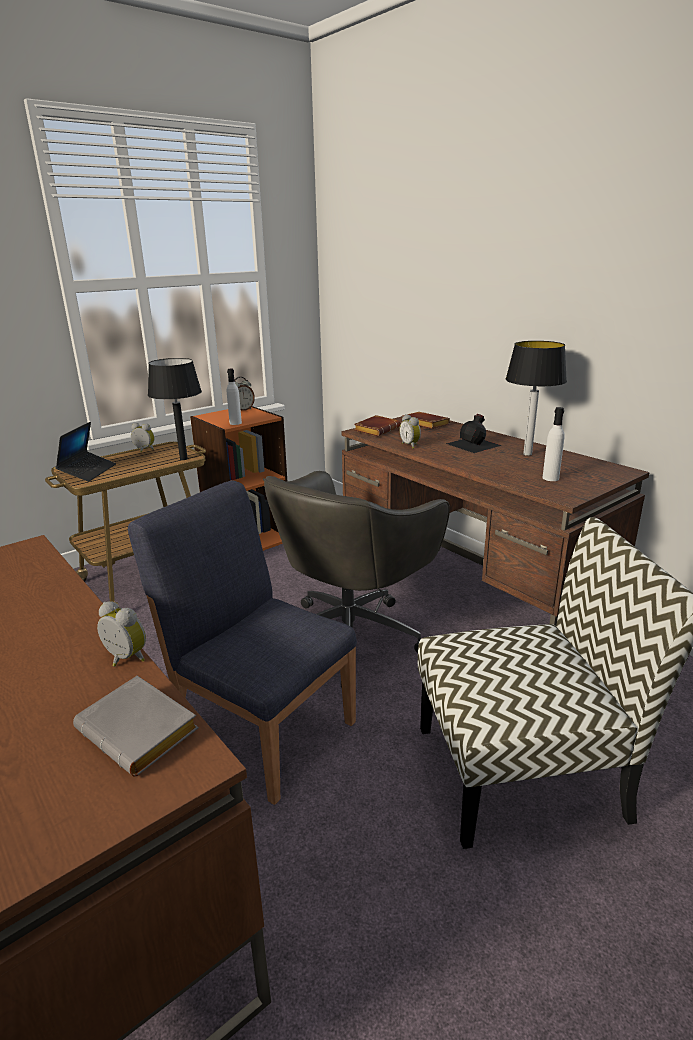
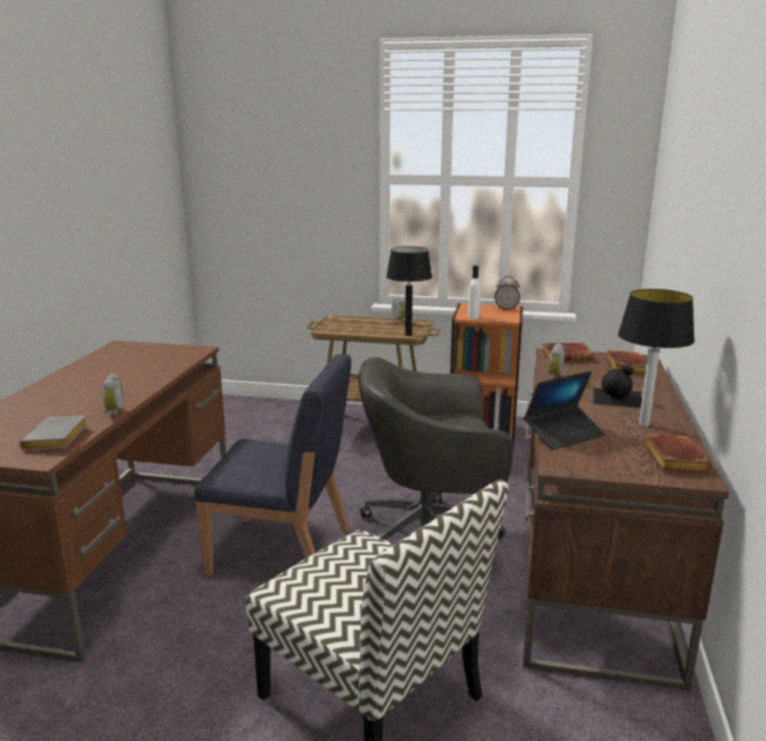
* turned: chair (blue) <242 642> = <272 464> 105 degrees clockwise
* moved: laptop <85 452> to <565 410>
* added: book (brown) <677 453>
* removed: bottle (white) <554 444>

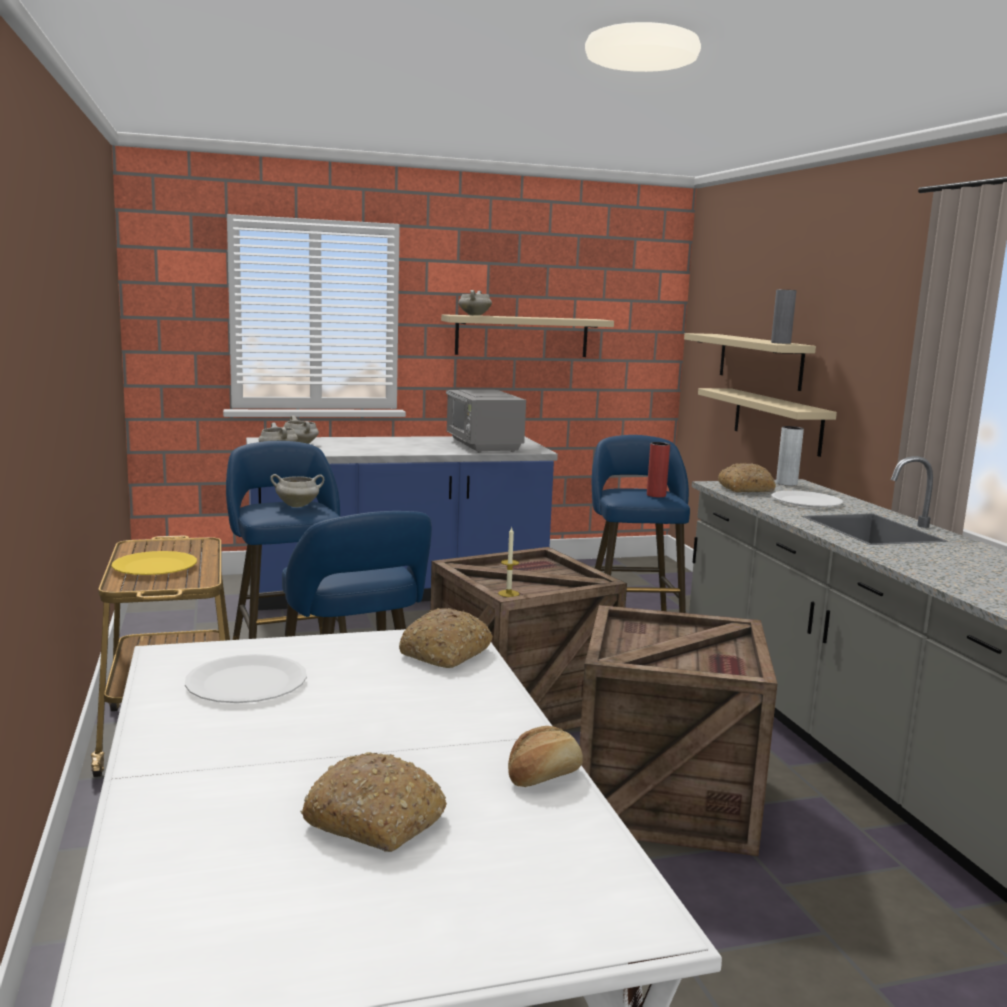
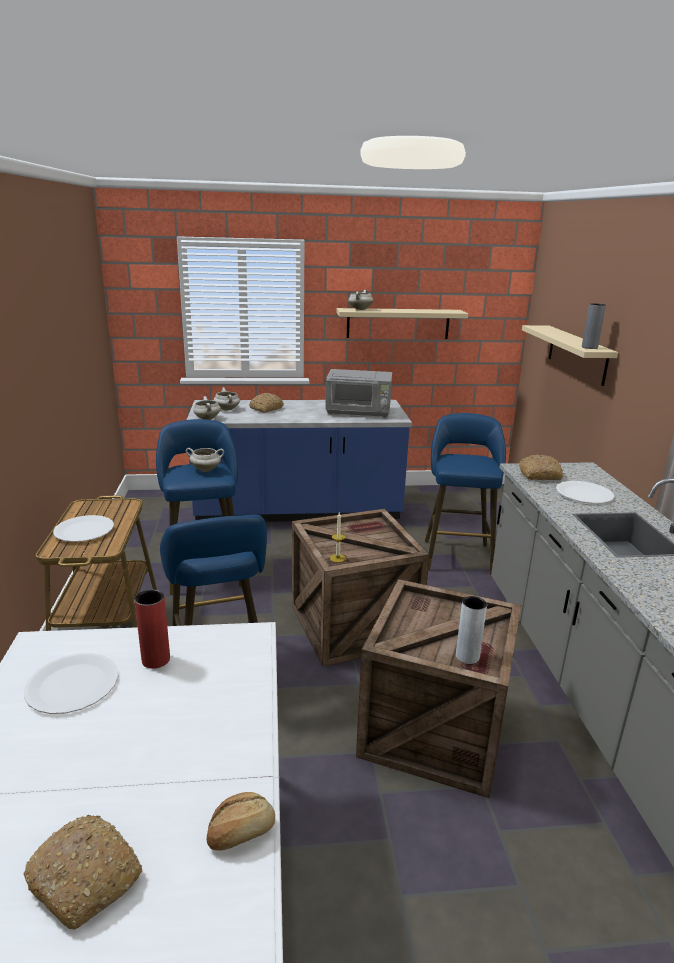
* recoloured: plate (yellow) <154 563> to plate (white) <83 528>
* moved: vase (red) <658 469> to <152 629>
* moved: bread <446 638> to <266 403>
* turned: microwave (grey) <486 421> = <358 393> 75 degrees counterclockwise
* moved: vase (grey) <790 456> to <471 630>
* removed: shelf (beige) <767 422>

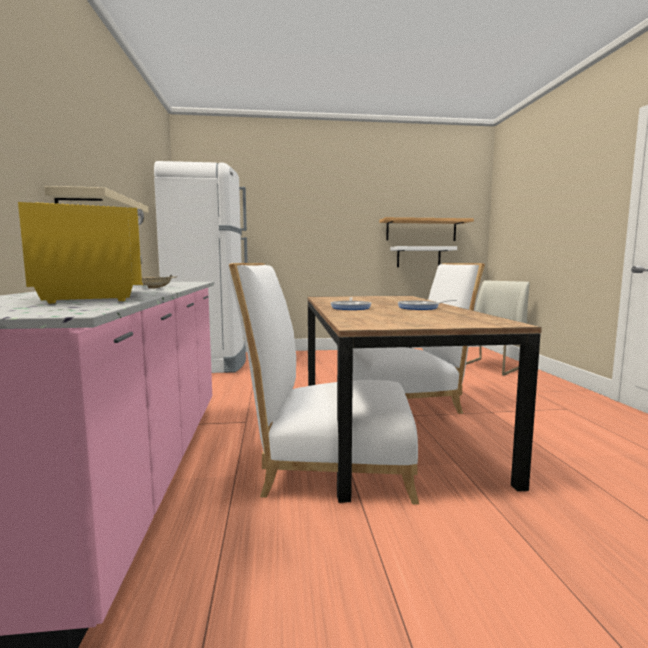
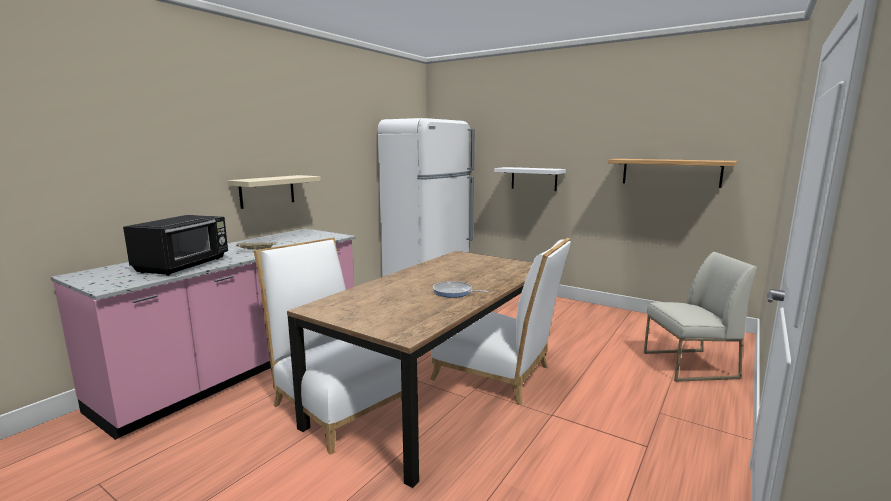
* recoloured: microwave (yellow) <81 253> to microwave (black) <175 245>
* moved: shelf (white) <423 256> to <530 179>
* removed: frying pan <351 304>

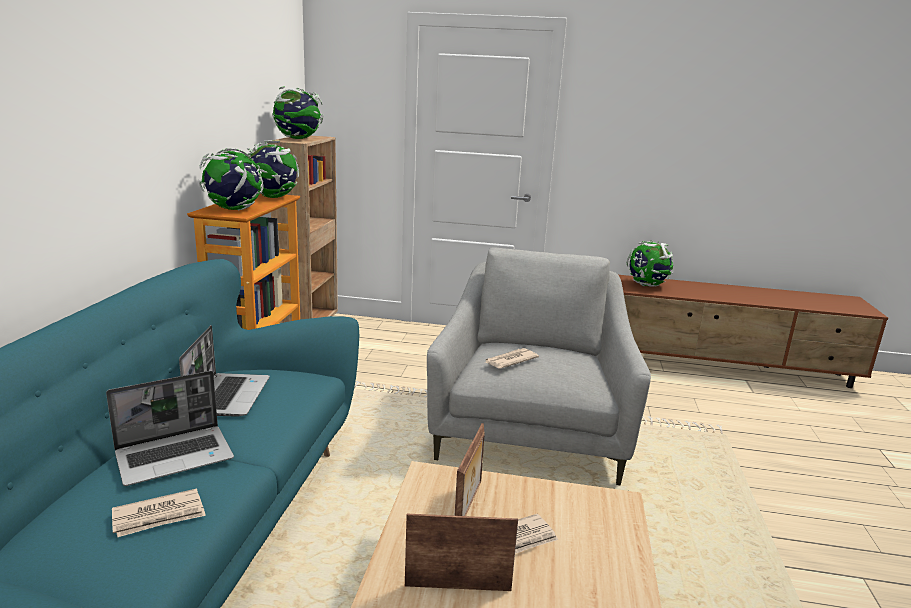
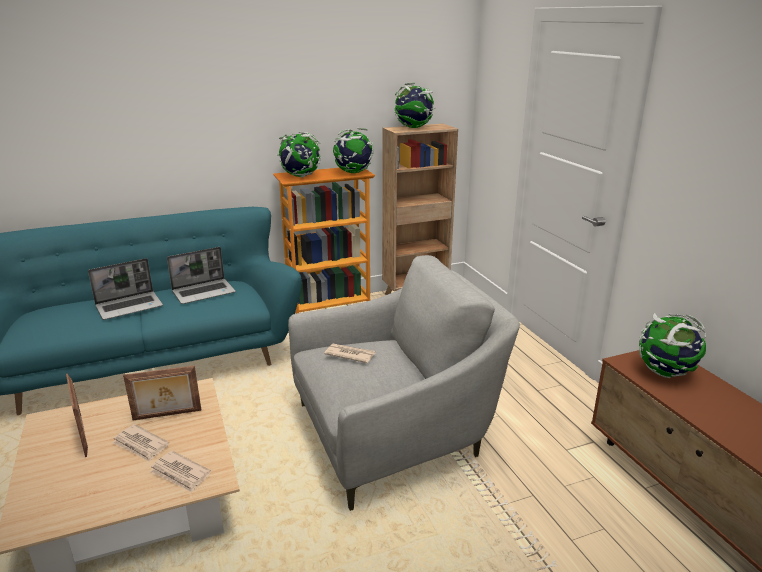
* turned: laptop <170 428> = <125 289> 60 degrees counterclockwise
* moved: newspaper <159 512> to <180 472>

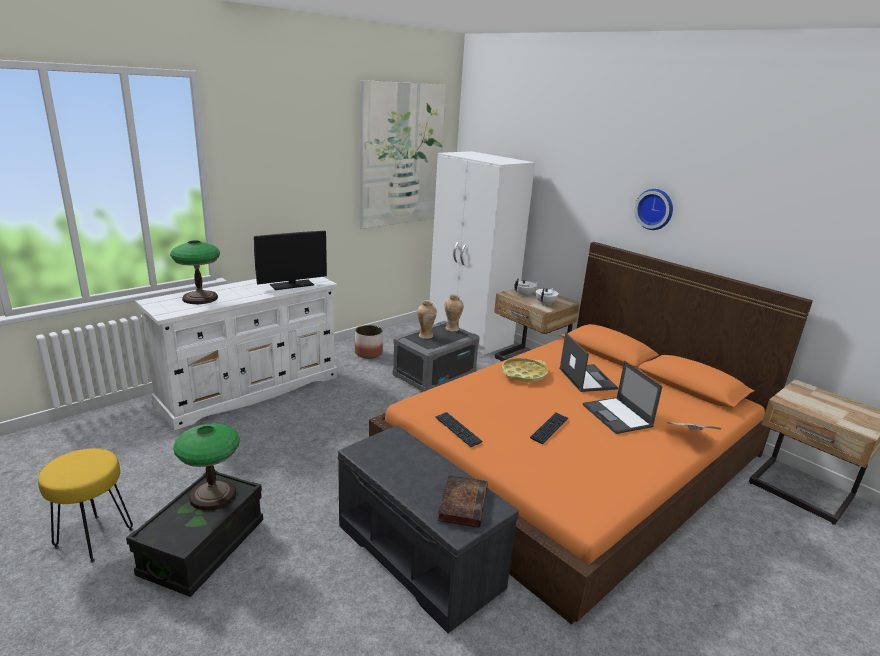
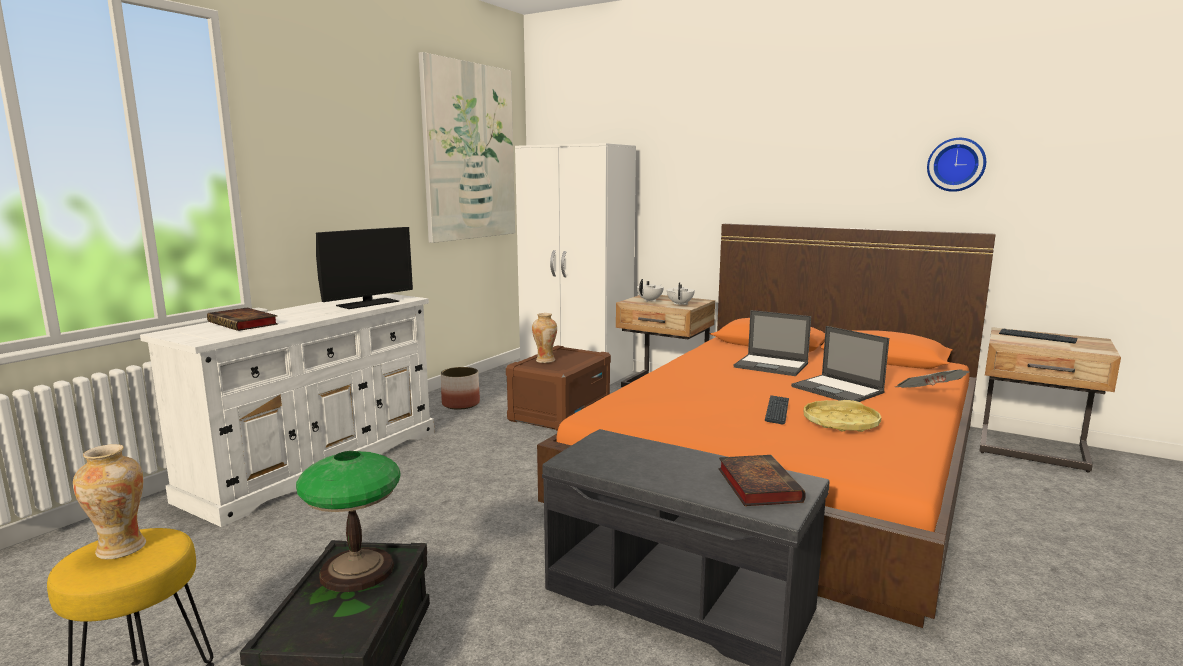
* moved: vase <454 313> to <109 501>
* replaced: table lamp <195 272> to book <242 319>
* recoloured: storage box (grey) <436 356> to storage box (brown) <558 388>
* turned: laptop <588 362> = <772 343> 150 degrees clockwise
* moved: tray (yellow) <525 370> to <843 416>
* moved: wall clock <654 209> to <956 165>
* moved: keyboard <458 429> to <1038 336>

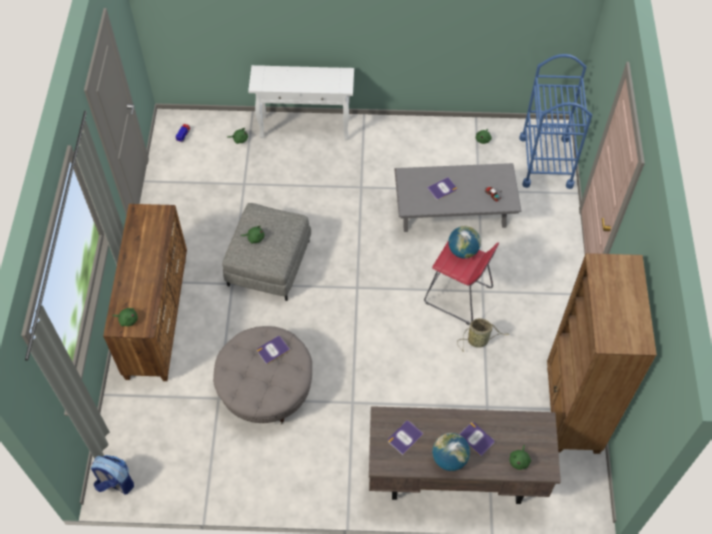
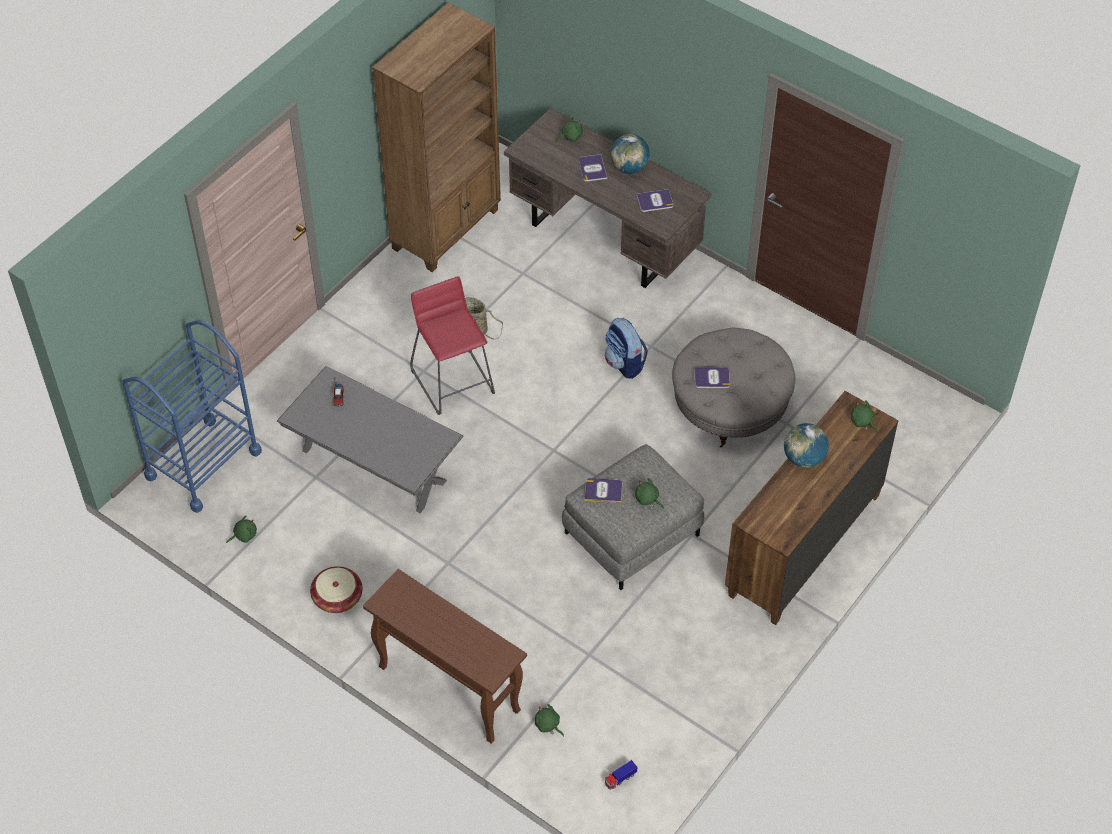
* added: basket <336 589>
* recoloured: console table (white) <301 102> to console table (brown) <445 656>
* moved: book <442 188> to <603 490>
* moved: backpack <112 475> to <626 348>
* moved: globe <464 242> to <806 445>

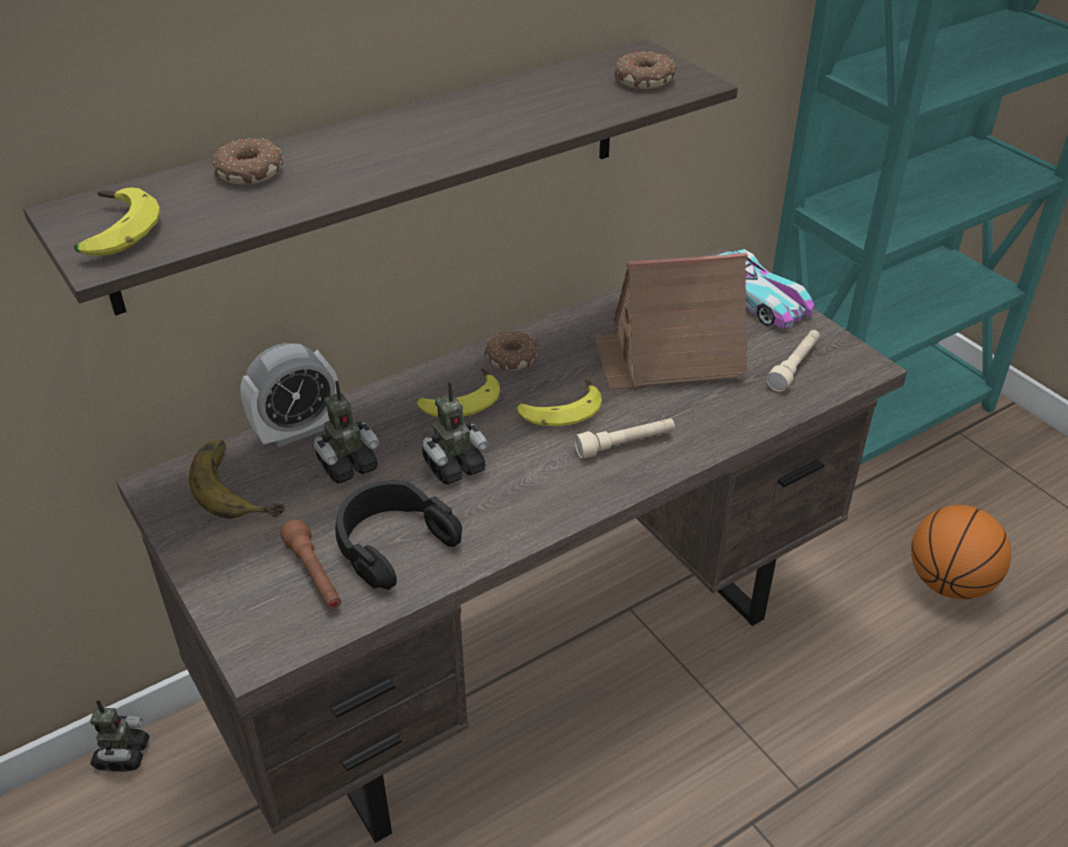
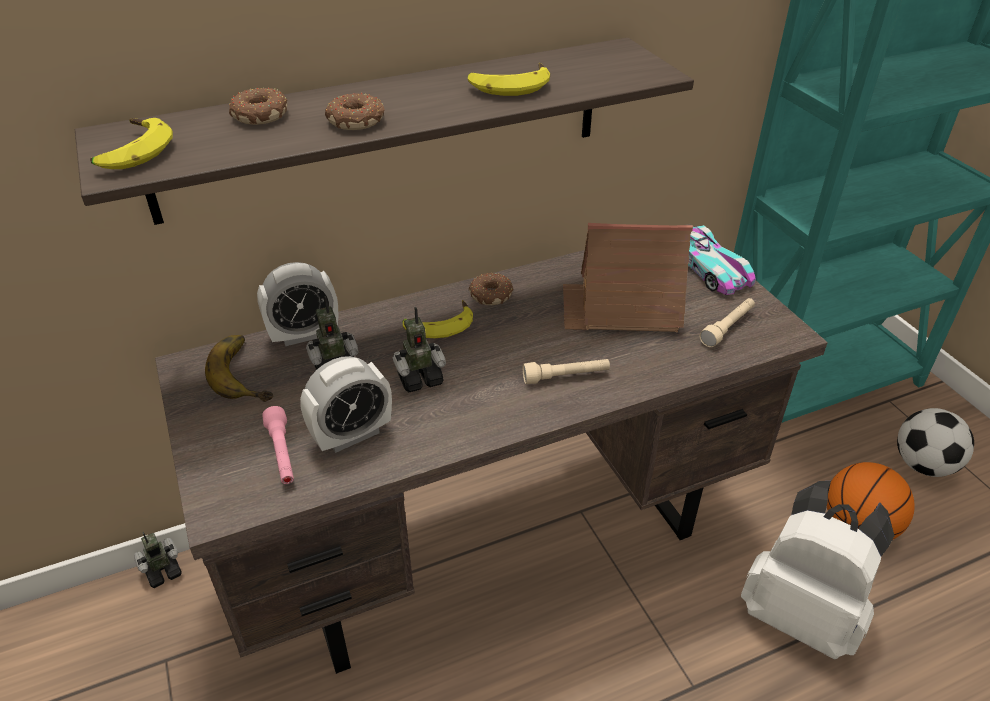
* turned: toy robot <120 736> = <158 560> 135 degrees counterclockwise
* recoloured: flashlight (brown) <310 564> to flashlight (pink) <278 445>
* replaced: headphones (black) <398 535> to alarm clock <346 404>
* moved: donut <646 70> to <355 111>
* moved: banana <559 401> to <509 79>
* added: backpack (white) <817 570>
* added: football <935 442>

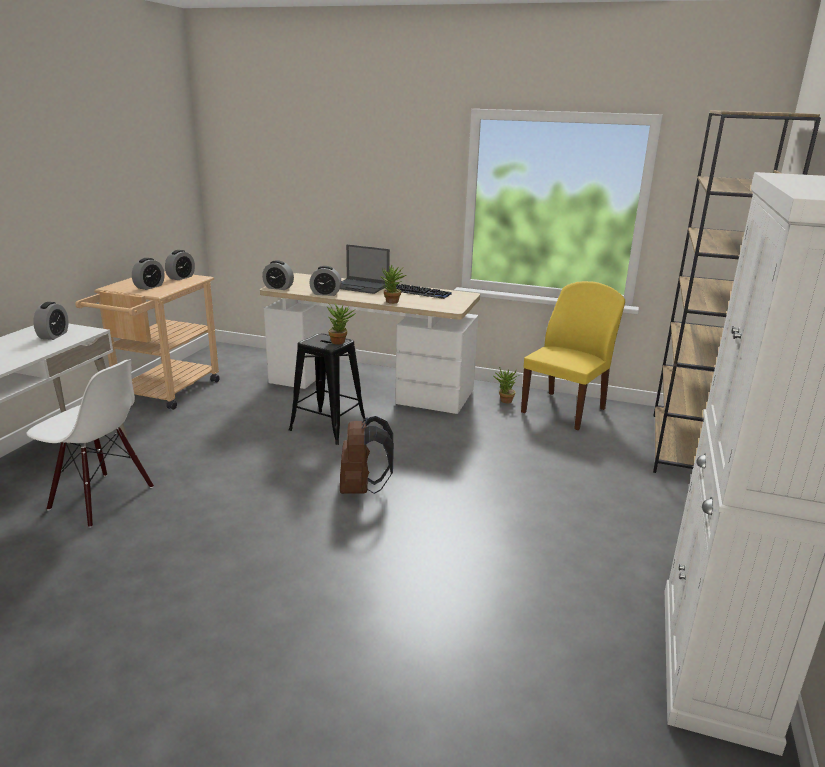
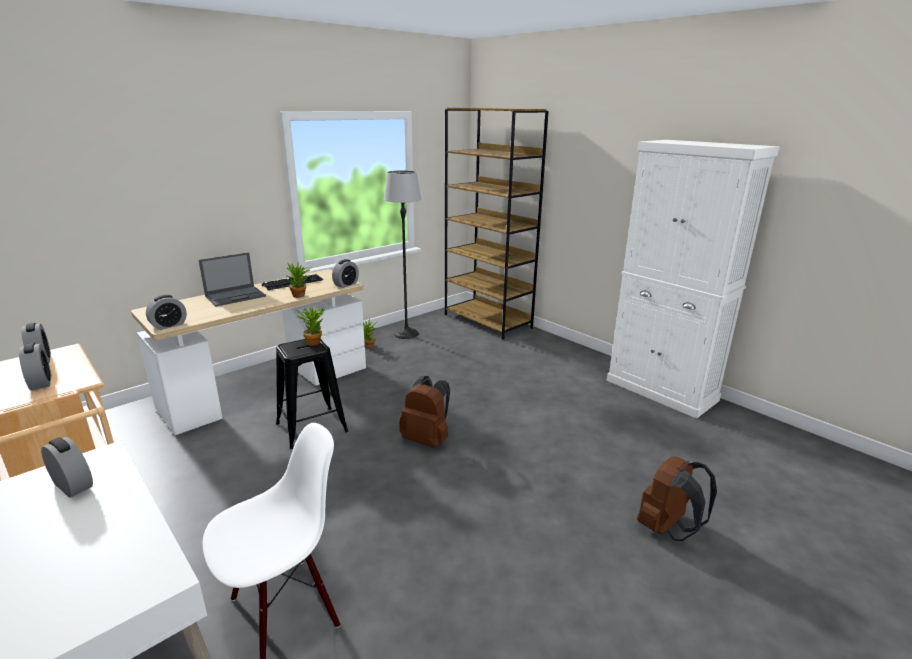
* moved: alarm clock <326 281> to <345 273>
* replaced: chair (yellow) <573 355> to floor lamp <403 254>
* added: backpack (brown) <677 499>

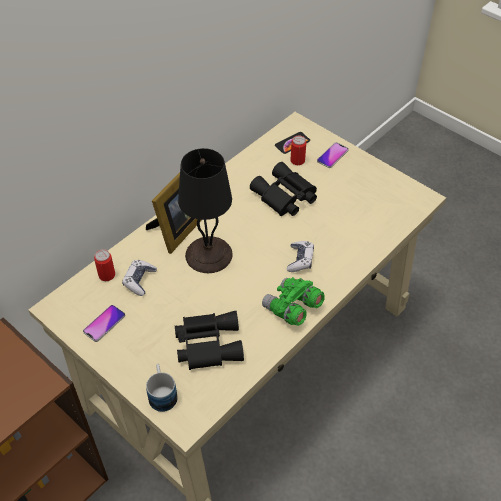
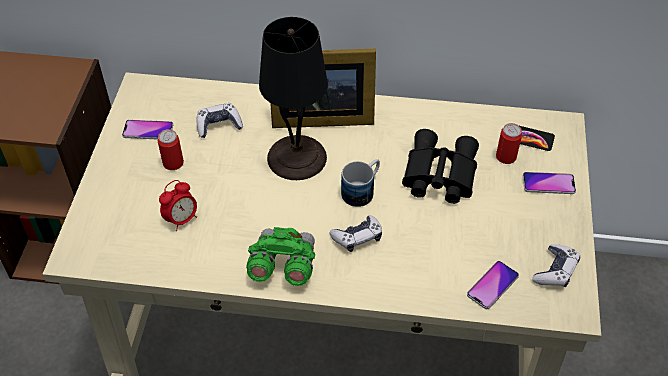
* moved: can <104 265> to <170 149>
* replaced: binoculars (black) <209 340> to alarm clock <178 205>
* moved: mug <162 388> to <360 183>
* added: phone <493 285>
* added: game controller <556 265>

